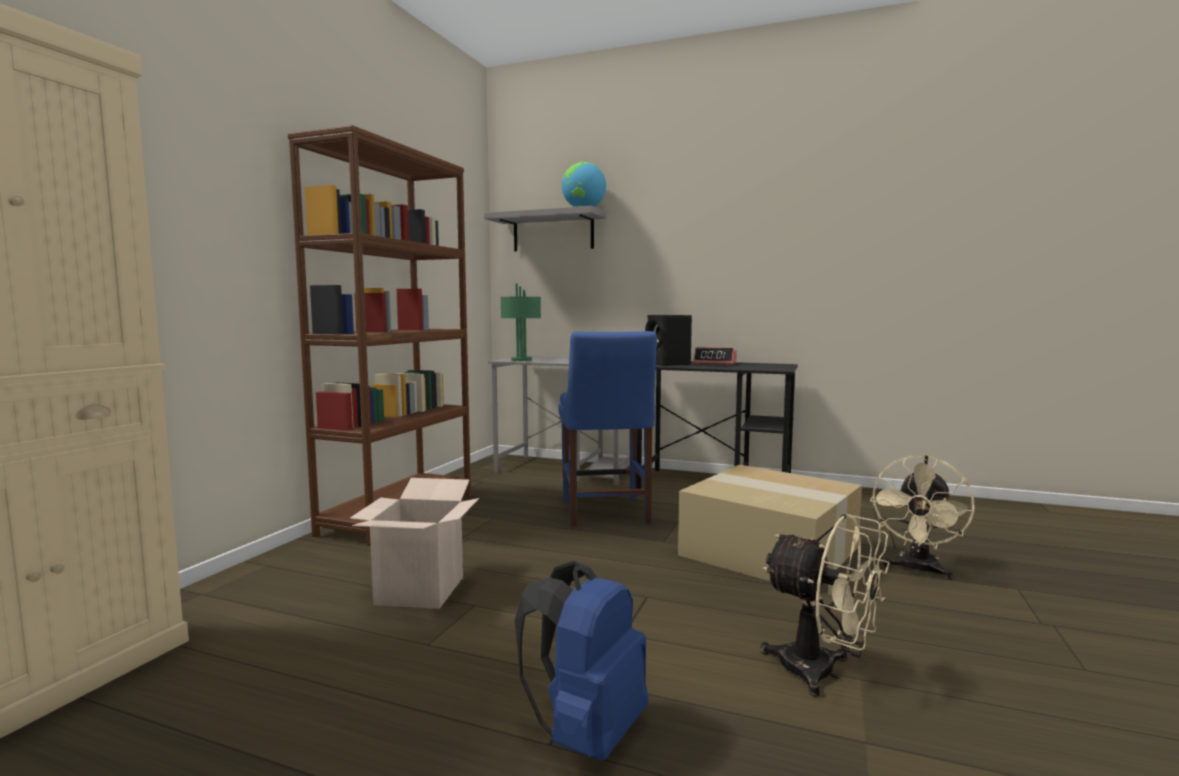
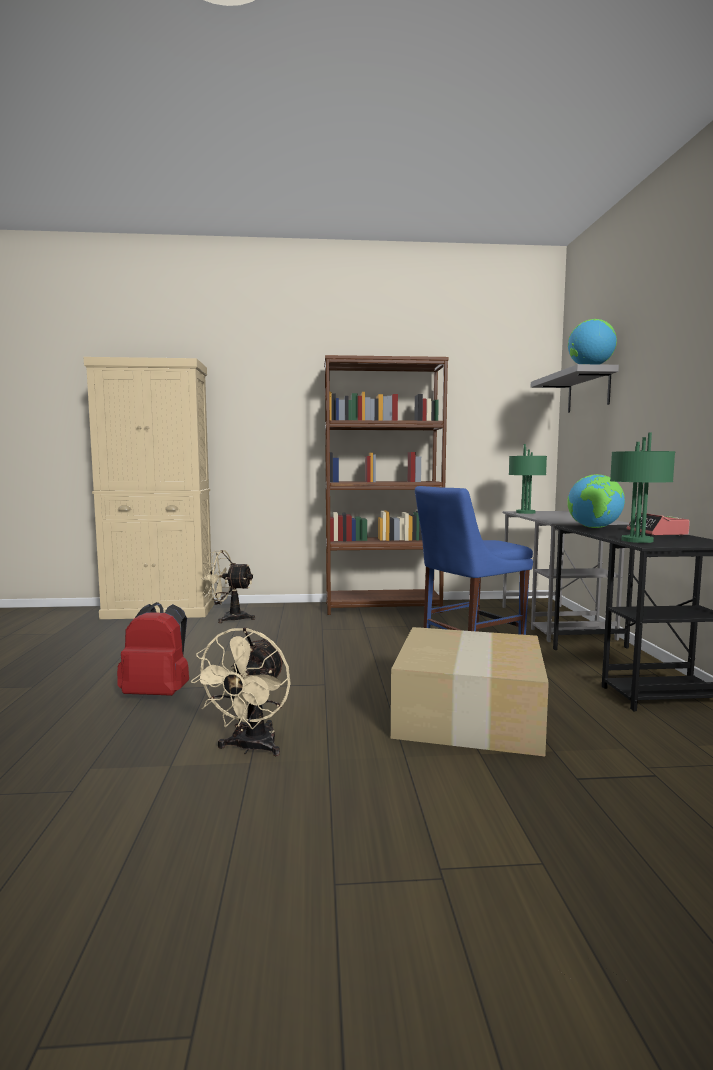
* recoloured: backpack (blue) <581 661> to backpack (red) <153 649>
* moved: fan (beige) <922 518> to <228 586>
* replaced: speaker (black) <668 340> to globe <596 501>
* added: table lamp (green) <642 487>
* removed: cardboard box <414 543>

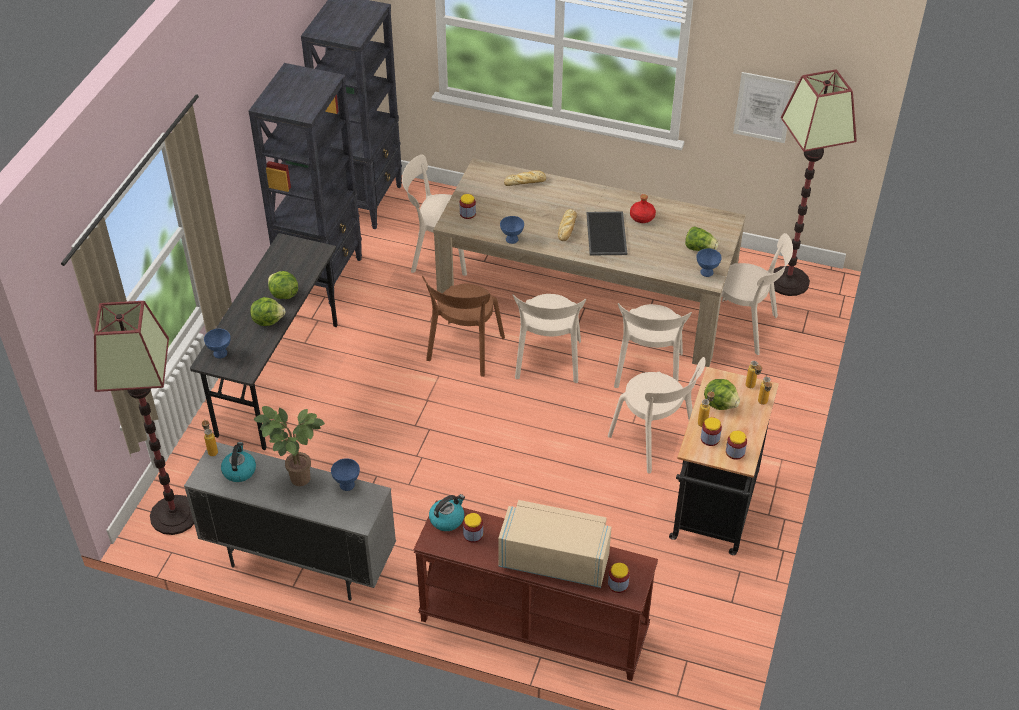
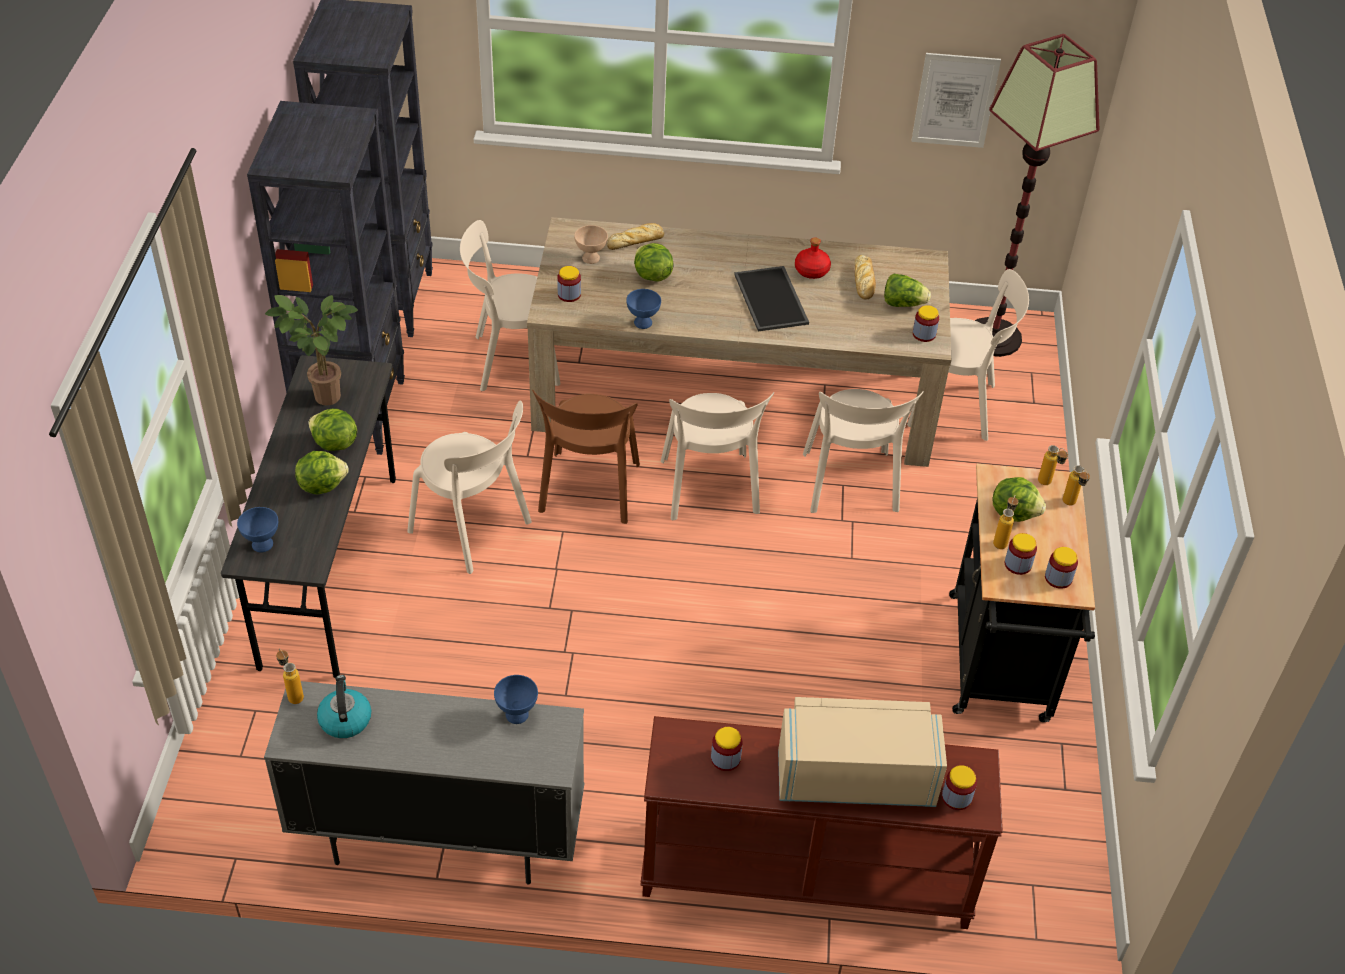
* moved: potted plant <289 446> to <311 350>
* moved: chair (beige) <657 415> to <469 487>
* added: bowl (beige) <591 244>
* added: lettuce <654 262>
* moved: bread <567 225> to <865 277>
* replaced: bowl (blue) <709 262> to jar <926 323>
* removed: floor lamp <144 418>
* removed: kettle <447 512>

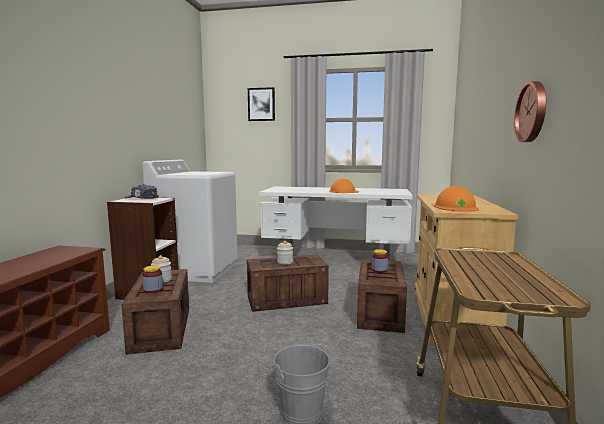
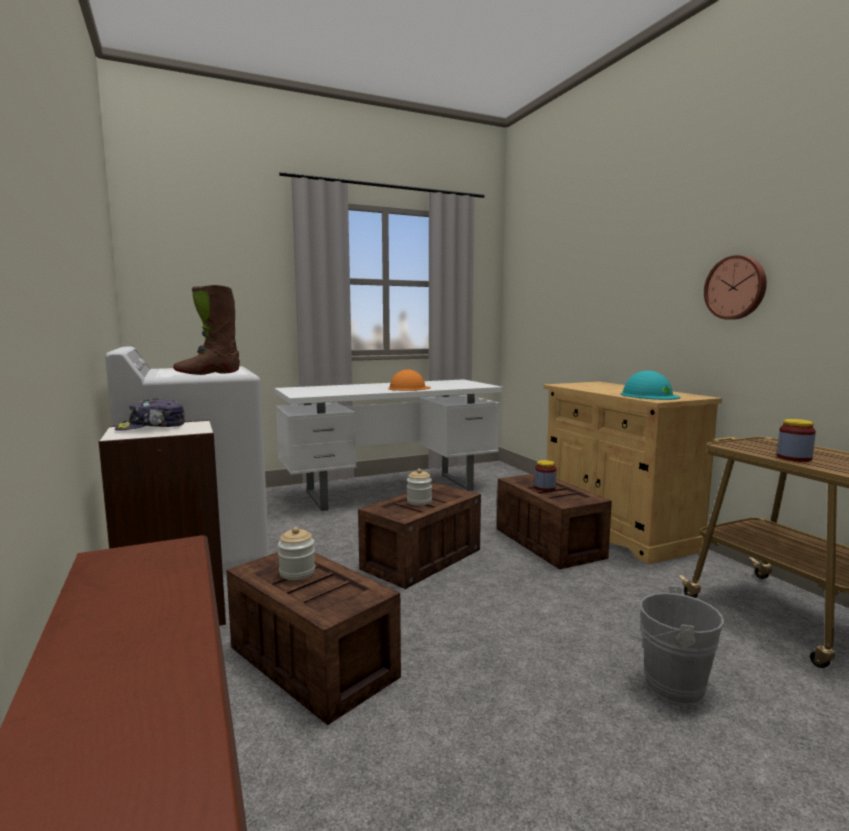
* added: boot (brown) <206 330>
* recoloured: hard hat (orange) <456 199> to hard hat (turquoise) <650 385>
* moved: jar <152 279> to <796 440>
* removed: picture <261 104>

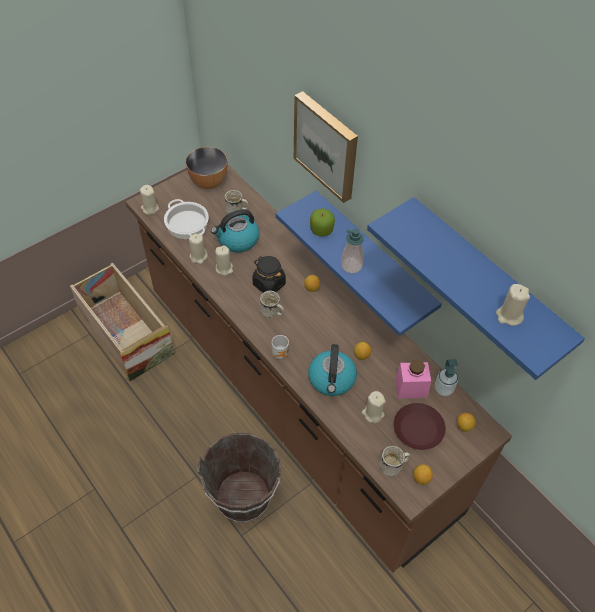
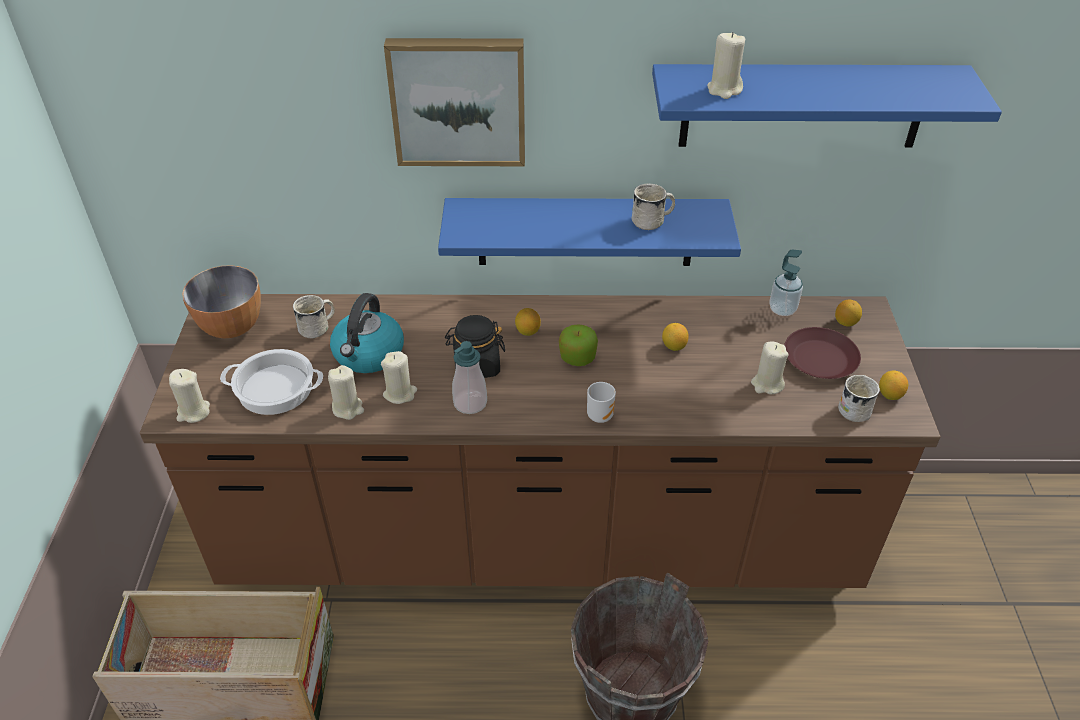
* moved: soap dispenser <352 251> to <469 377>
* moved: apple <322 222> to <578 345>
* moved: mug (white) <272 304> to <653 206>
* moved: candle (beige) <513 305> to <726 65>
* removed: kettle <332 370>
* removed: jar (pink) <413 379>

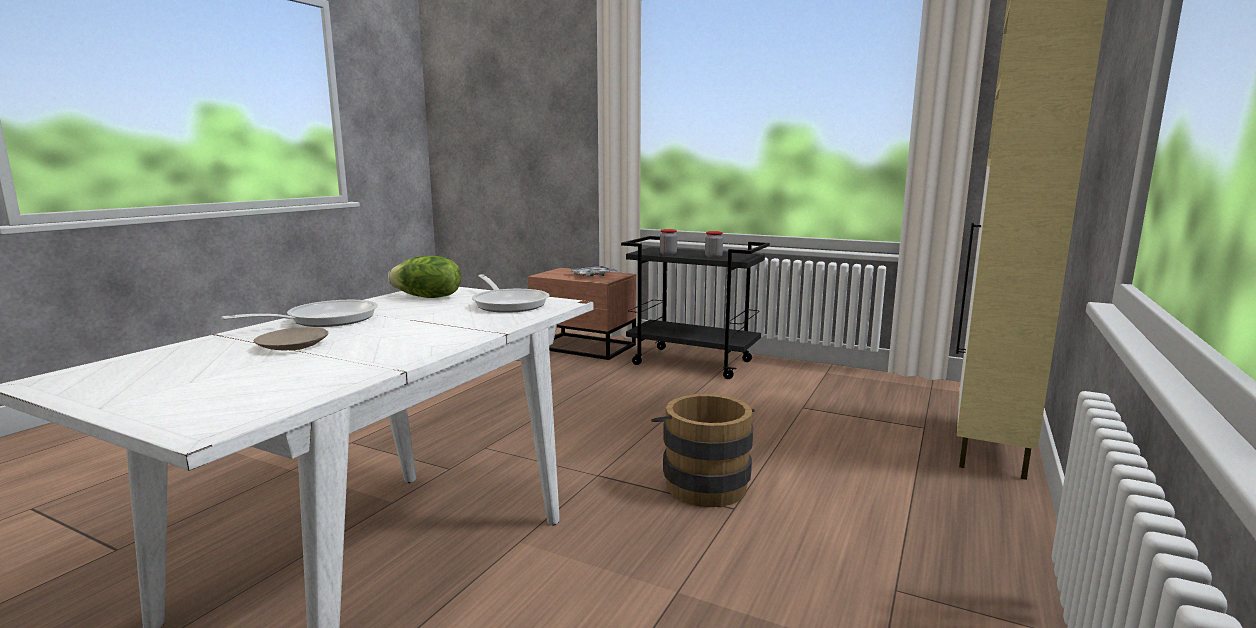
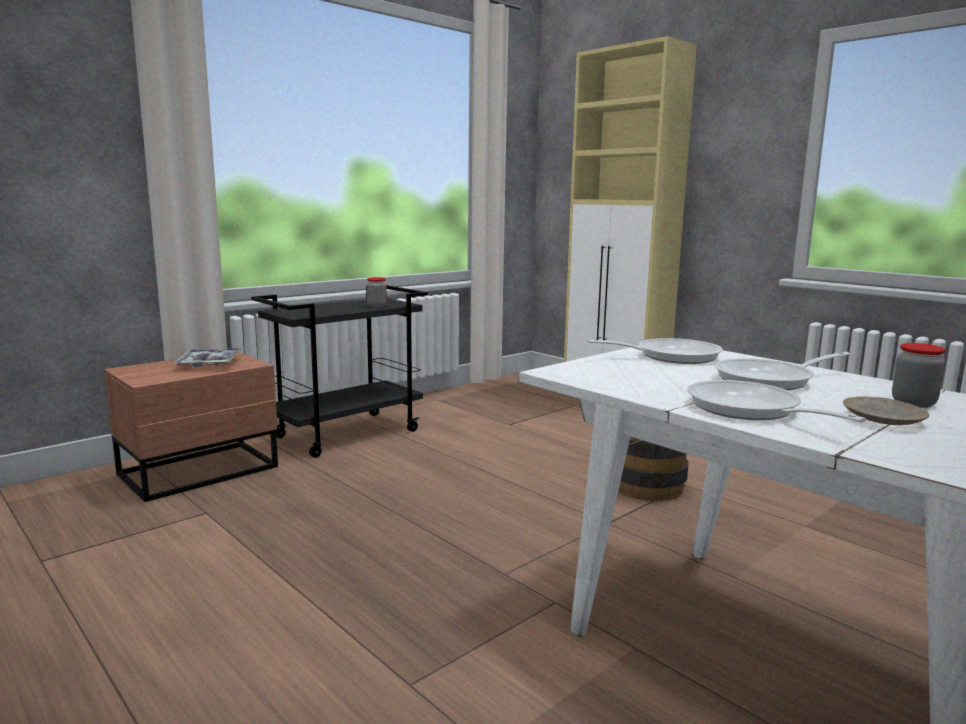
* added: frying pan <782 371>
* moved: jar <668 242> to <919 375>
* removed: lettuce <424 277>

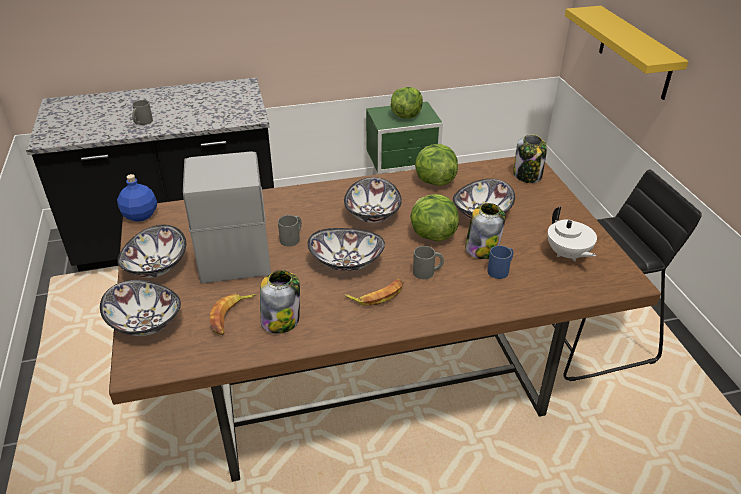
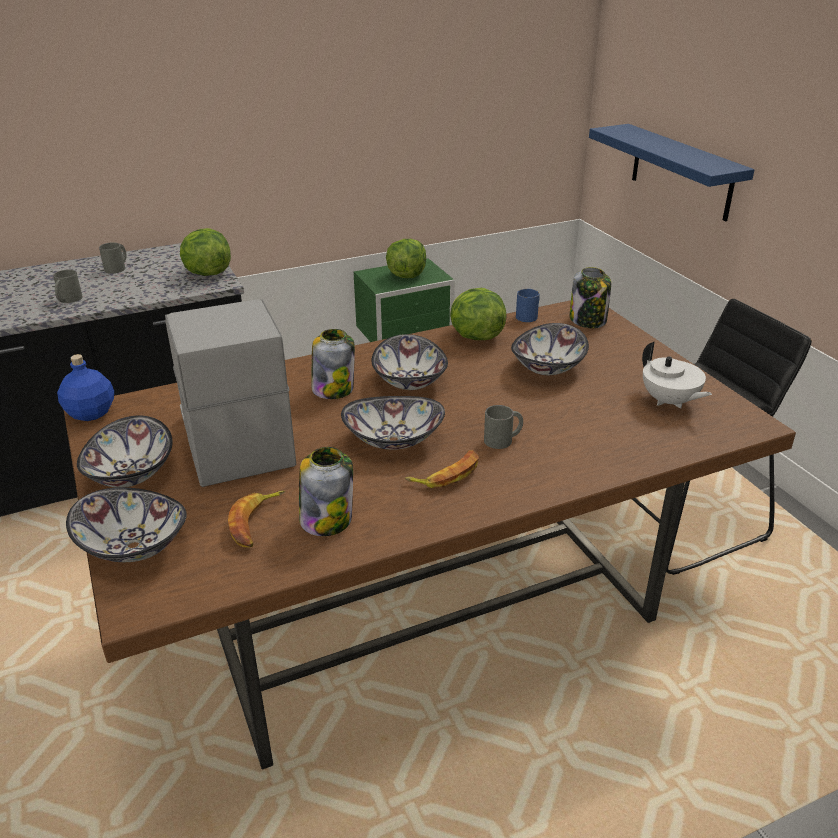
* moved: mug (grey) <290 230> to <112 258>
* moved: lettuce <434 217> to <205 252>
* moved: jar <485 231> to <333 364>
* moved: mug (blue) <500 262> to <527 305>
* recoloured: shelf (yellow) <627 53> to shelf (blue) <672 172>

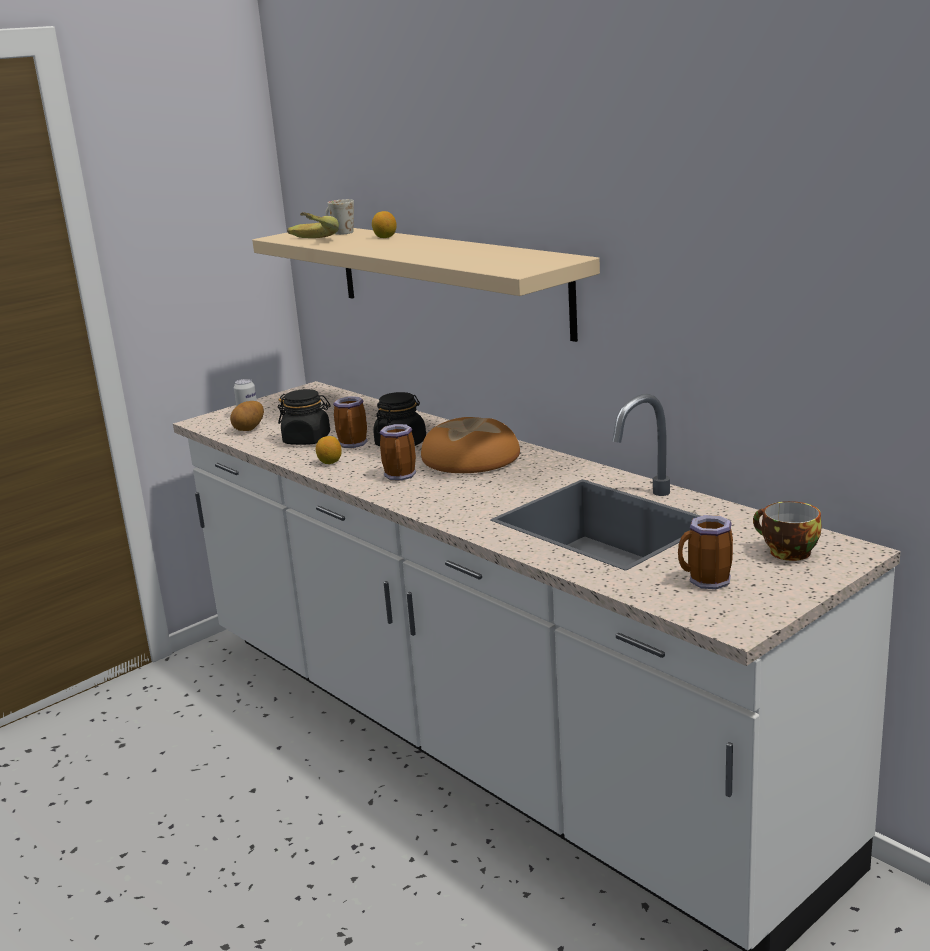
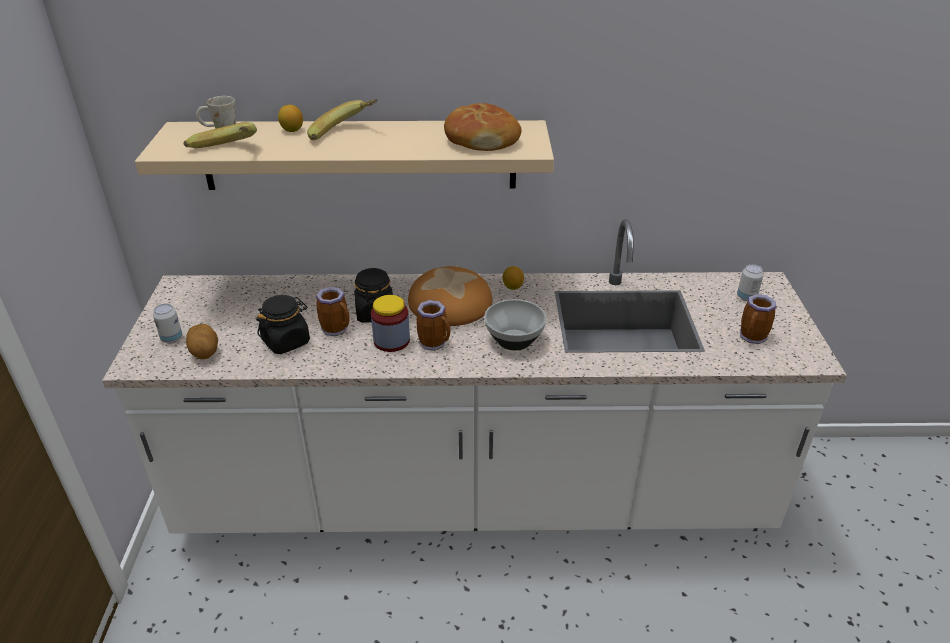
* added: banana <342 119>
* added: jar <390 323>
* added: bread <483 127>
* added: bowl <515 324>
* moved: lemon <329 450> to <513 278>
* replaced: cup <787 531> to can <750 282>

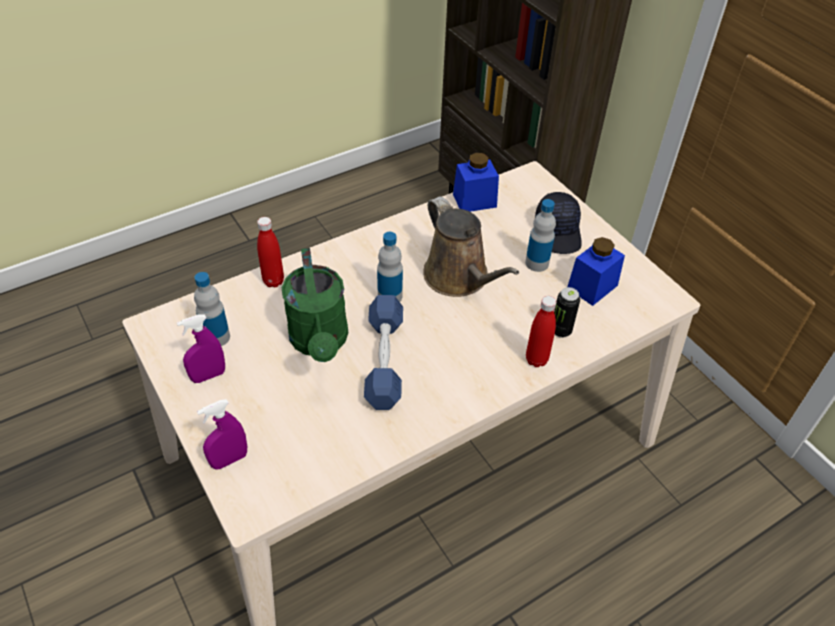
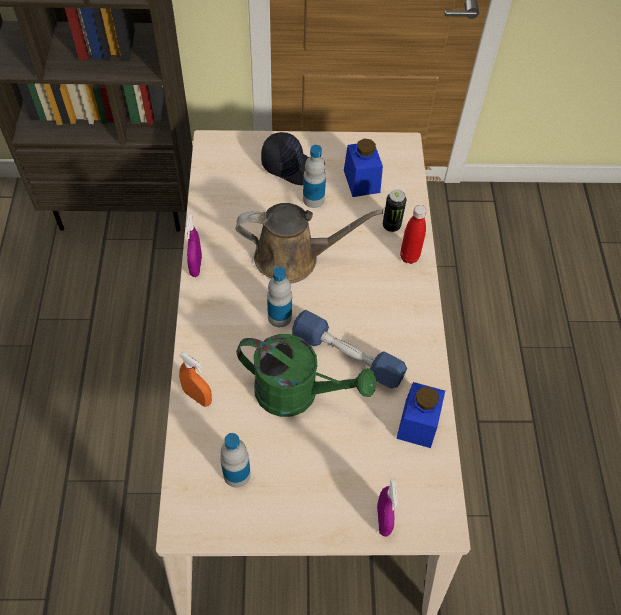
* replaced: bottle (red) <270 252> to spray bottle (orange) <195 379>
* moved: spray bottle (purple) <201 348> to <193 245>
* moved: jar (blue) <476 182> to <420 415>

